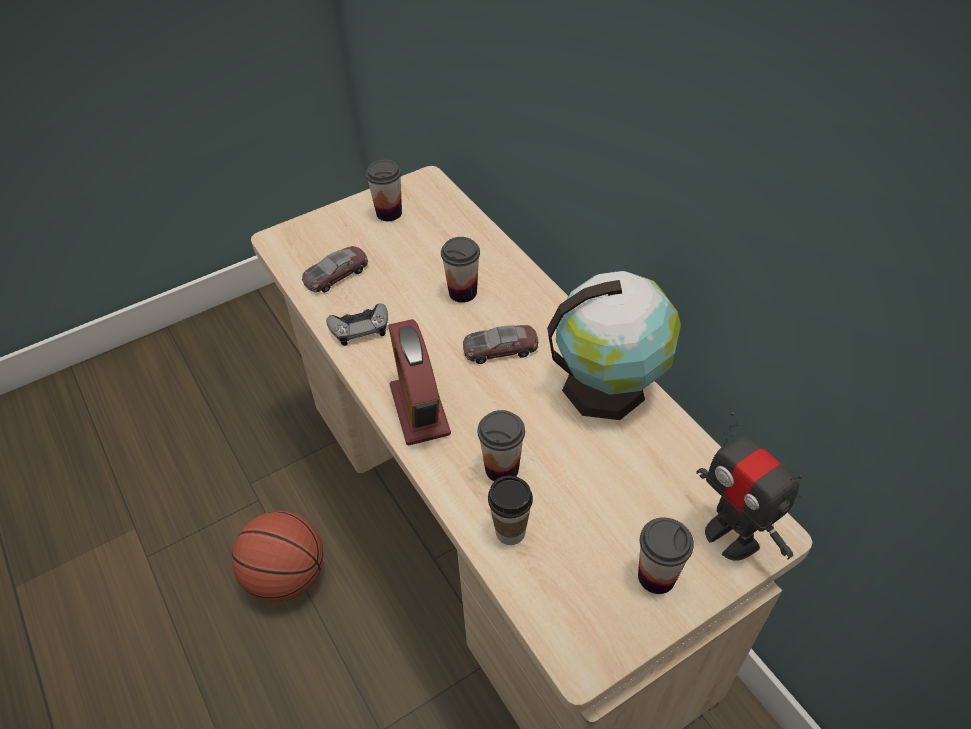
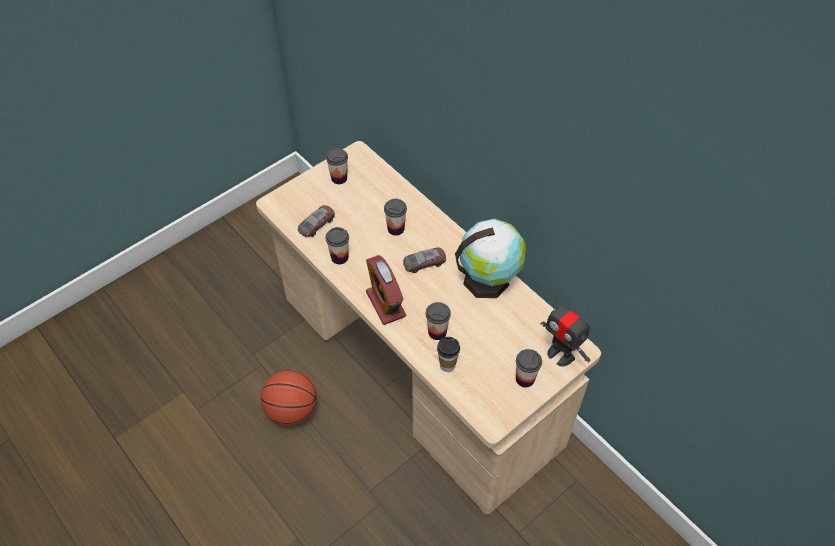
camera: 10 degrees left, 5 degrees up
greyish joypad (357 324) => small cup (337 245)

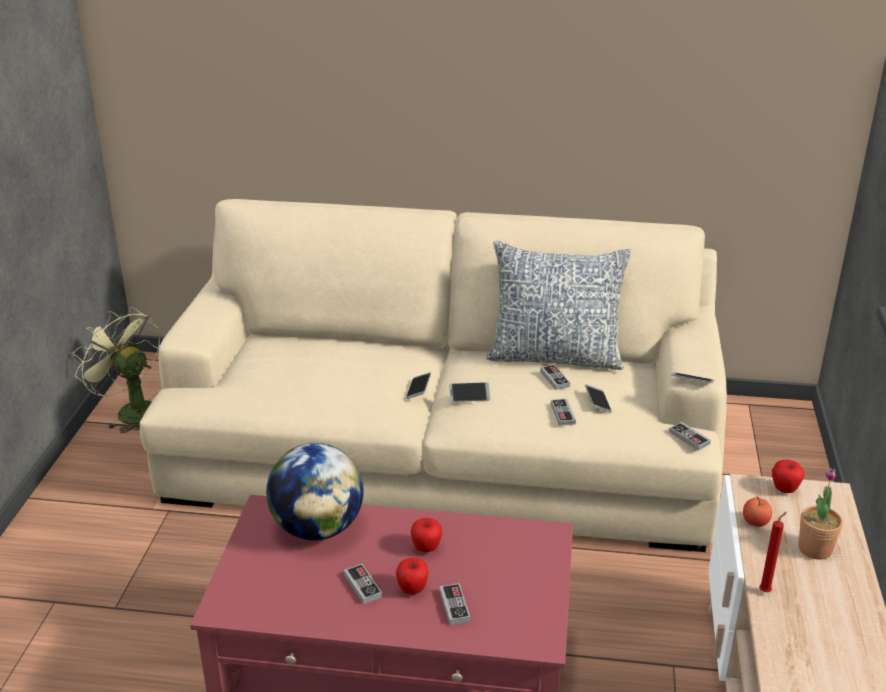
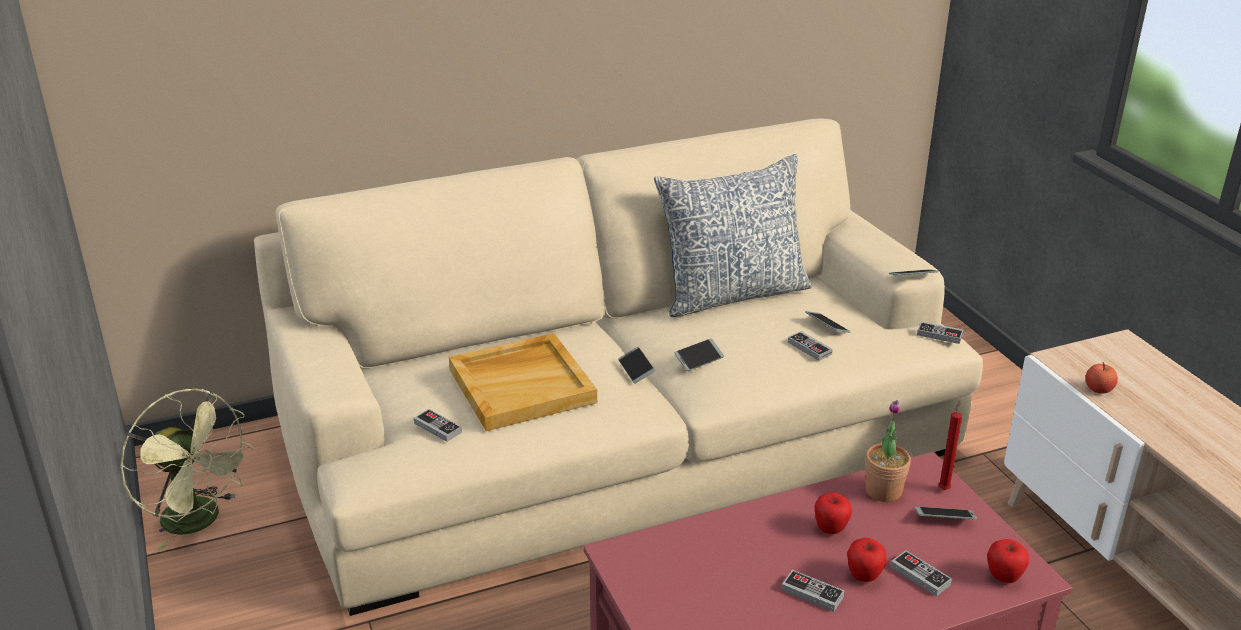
camera: 30 degrees left, 0 degrees up
globe (314 491) => nothing
nothing => beige carrying tray (523 382)
nothing => handset (946 513)
joypad (555 377) => joypad (438 425), relocated
red-coloured wax candle (773 552) => red-coloured wax candle (950 445), relocated
apple (788 476) => apple (1008 561), relocated
potted plant (820 514) => potted plant (888 451), relocated
greenish fan (116 370) => greenish fan (187 470), 150 degrees counterclockwise

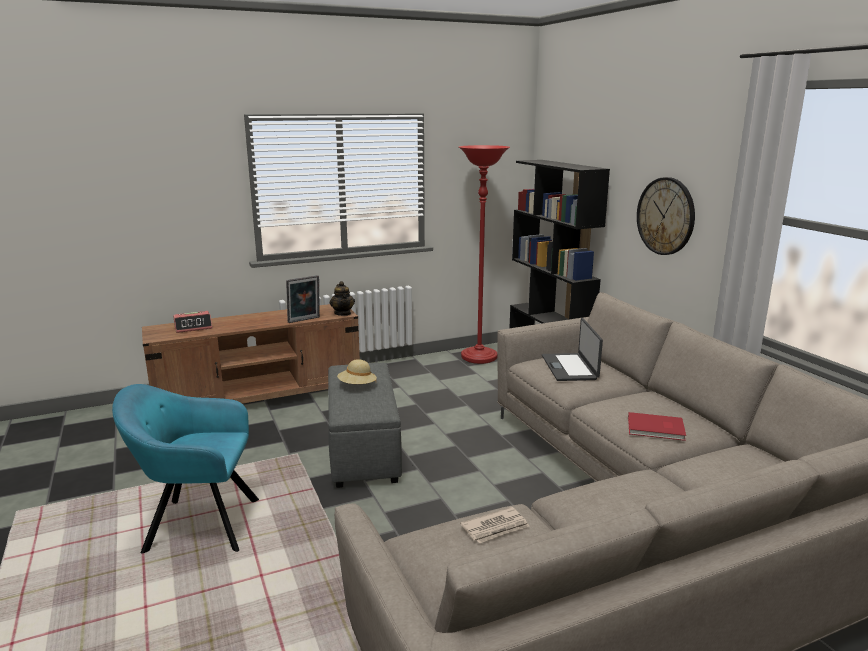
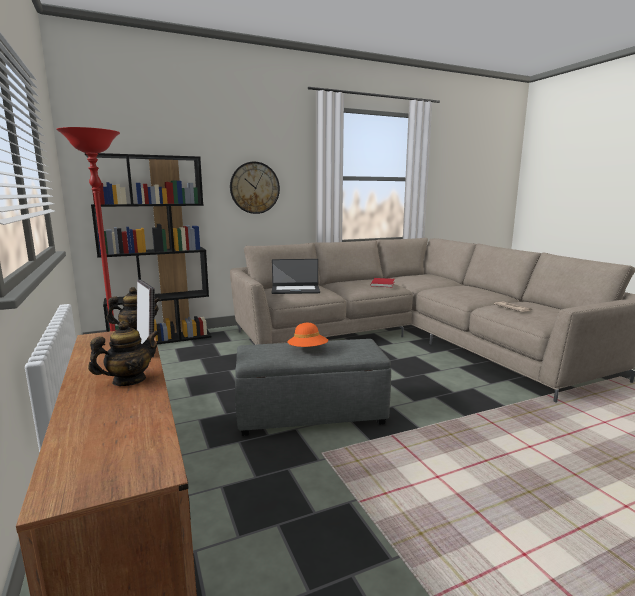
camera: 90 degrees left, 5 degrees down
blue-green armchair (185 469) => nothing
bedside clock (192 322) => nothing
nothing => pot for tea (123 353)
beige wearable hat (357 371) => orange wearable hat (307 335)

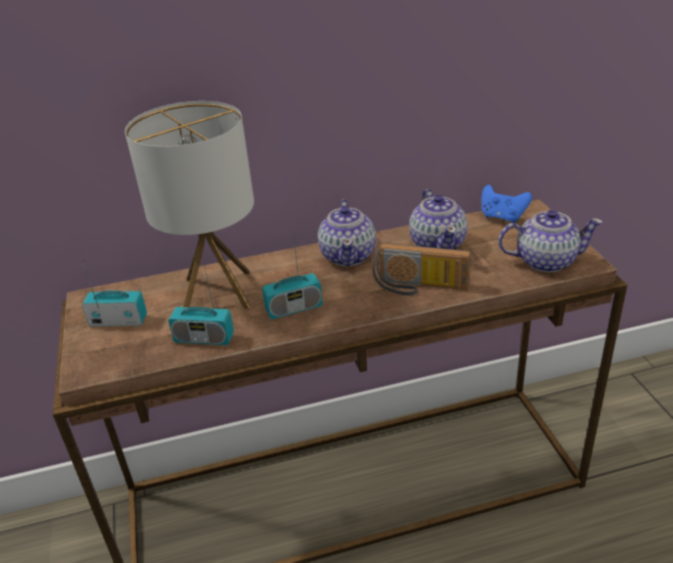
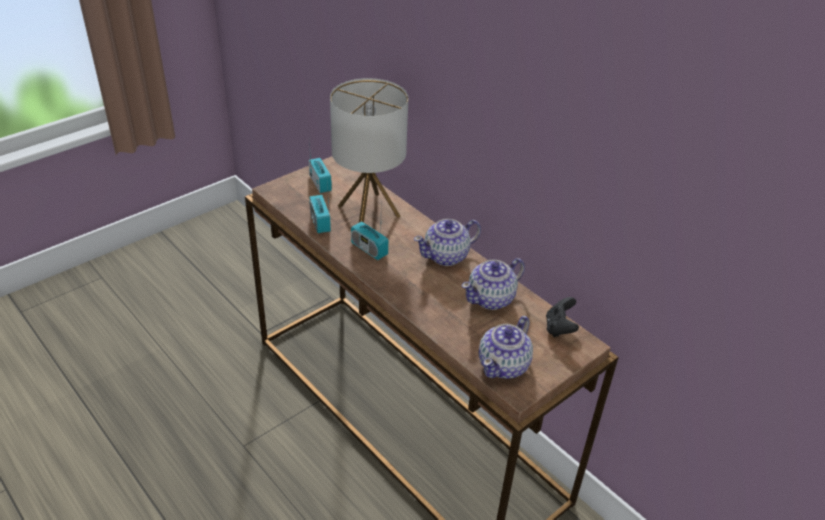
camera: 60 degrees right, 5 degrees up
radio set (421 269) => nothing
blue-coloured joypad (506 204) => black-coloured joypad (562 317)
pot for tea (550 241) => pot for tea (506 347), 60 degrees clockwise

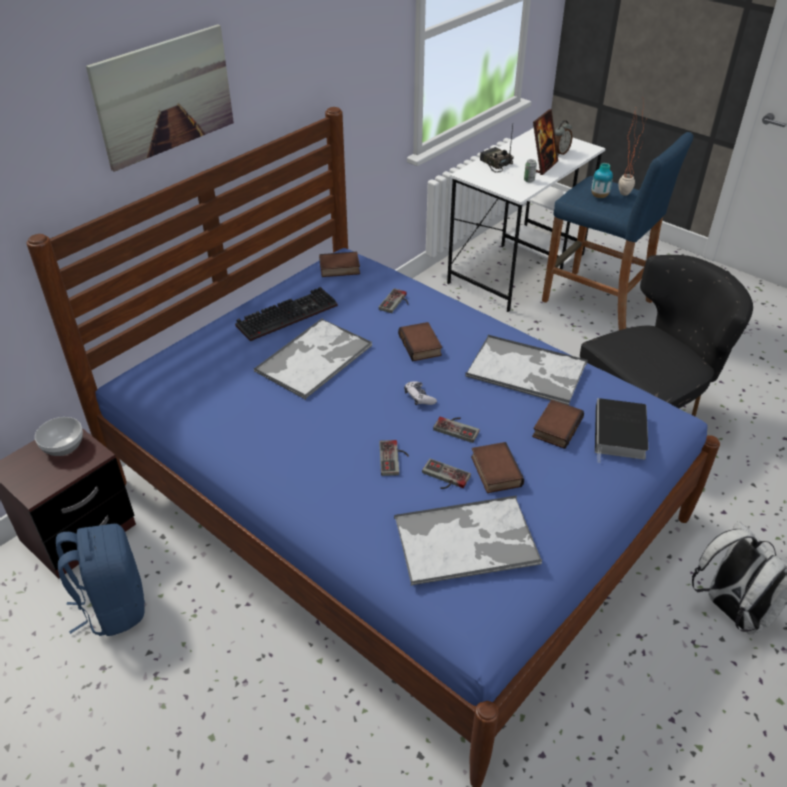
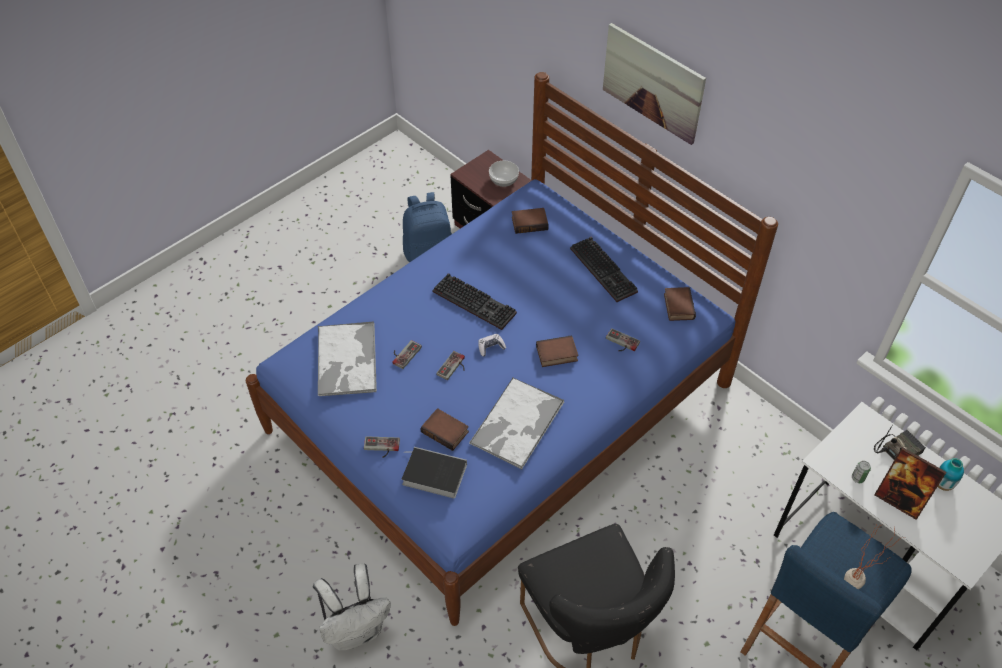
camera: 95 degrees right, 10 degrees up
carrying tray (312 359) => nothing
bedside clock (563 137) => nothing
nothing => PC keyboard (474 301)
joypad (394 458) => joypad (382 447), relocated
volume (497 467) => volume (530 221), relocated
flower vase (602 180) => flower vase (951 474), relocated

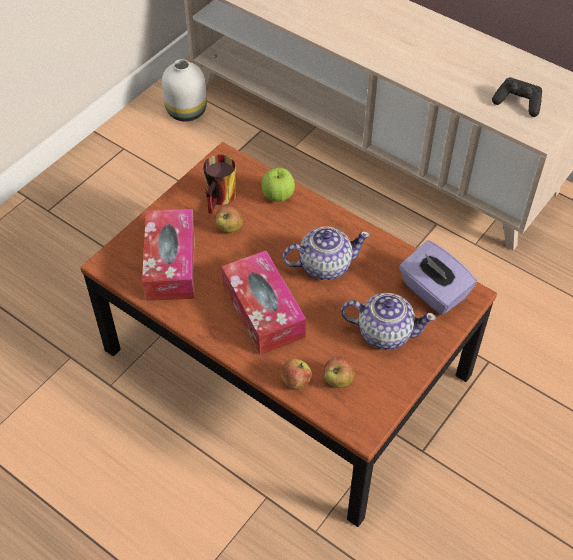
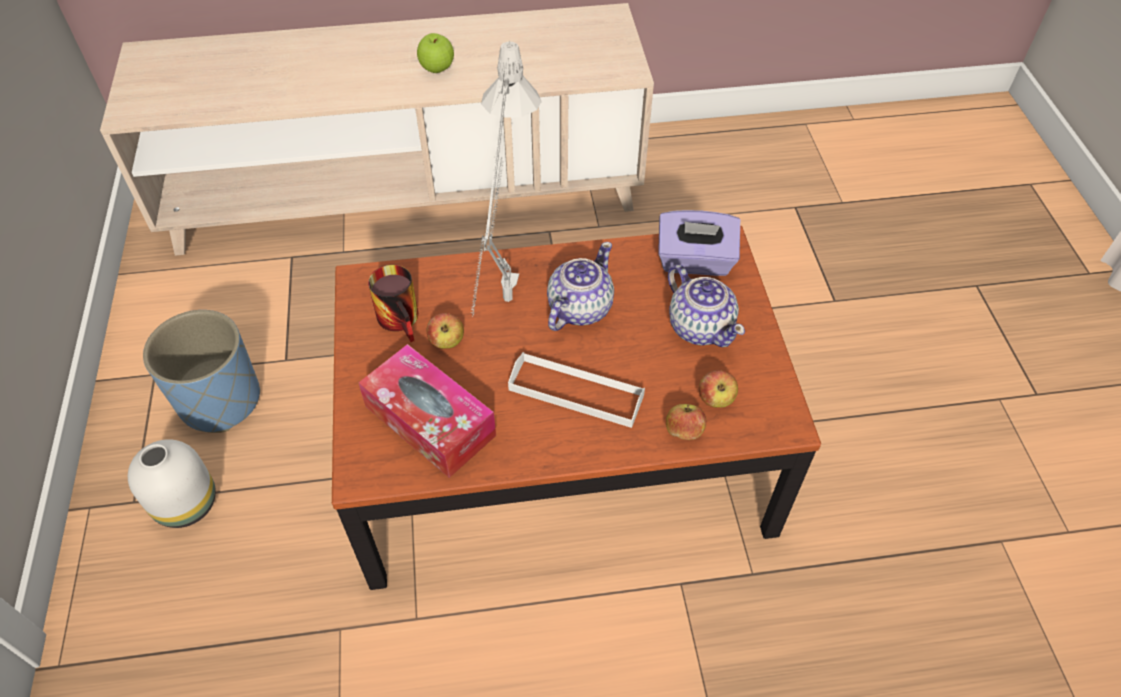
camera: 45 degrees left, 0 degrees up
black-coloured joypad (517 97) => nothing
nothing => blue-coloured flower pot (201 371)
nothing => greyish tabletop lamp (506 178)
white flower vase (184 90) => white flower vase (172 483), relocated
apple (278 185) => apple (435 53), relocated
box of tissues (264 303) => white carrying tray (576 390)
pot for tea (388 321) => pot for tea (706 305), 90 degrees clockwise

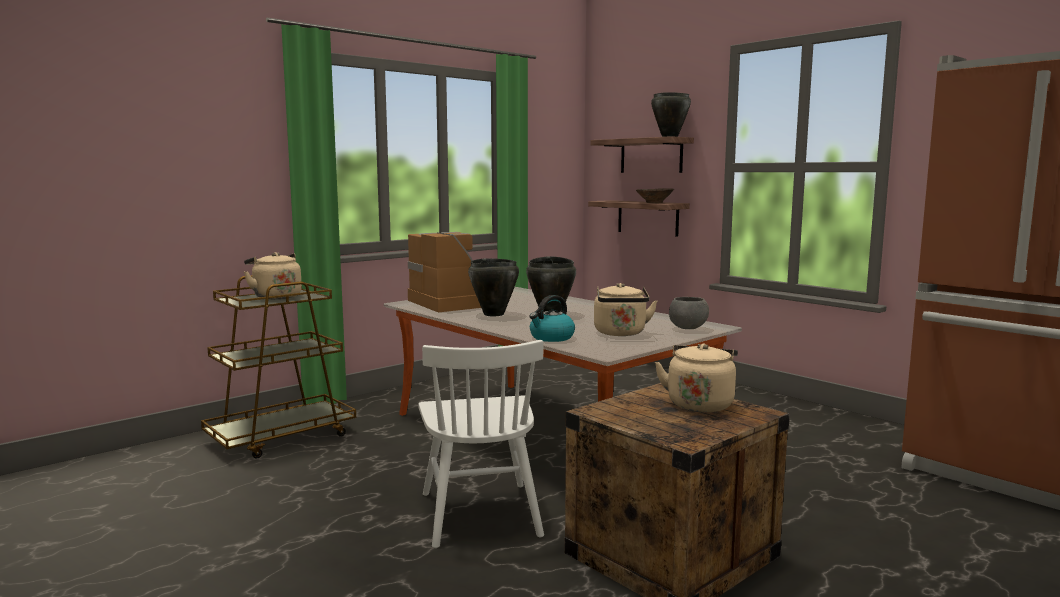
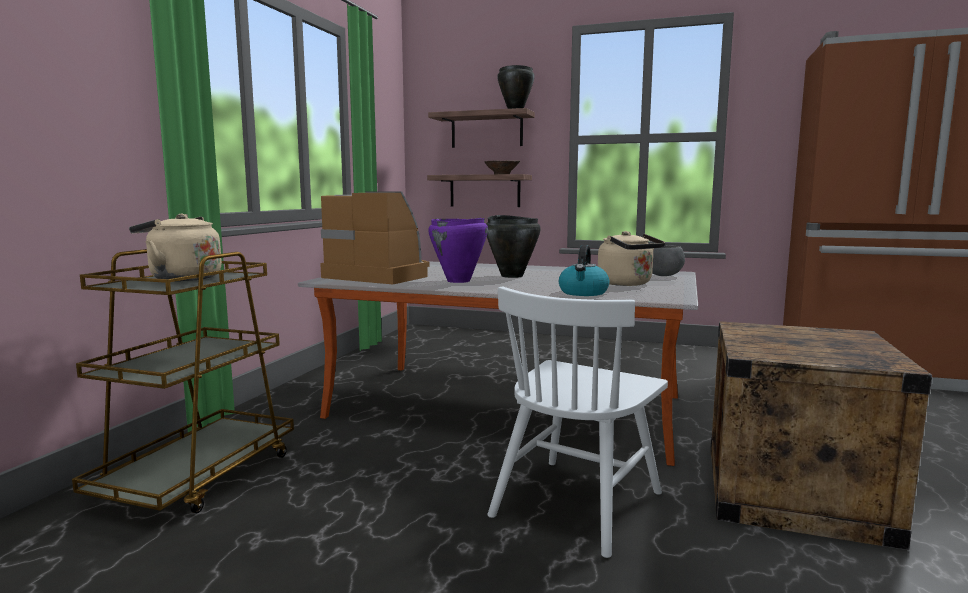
camera: 30 degrees left, 0 degrees up
beige water kettle (696 377) => nothing
black-coloured saucepot (493 287) => purplish saucepot (458 250)
white upright chair (481 444) => white upright chair (577 422), 75 degrees clockwise

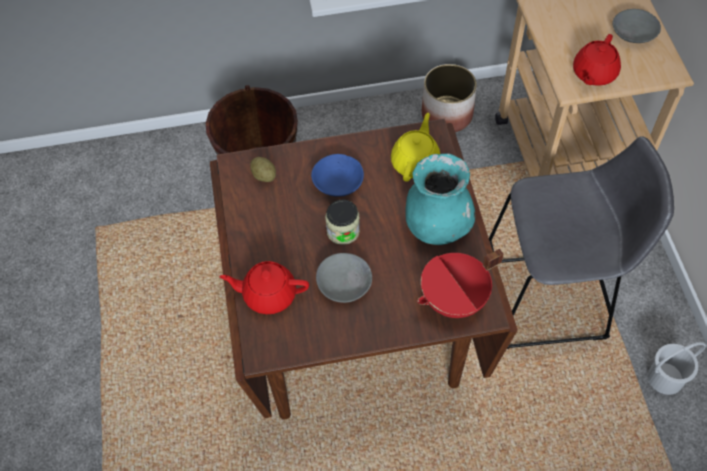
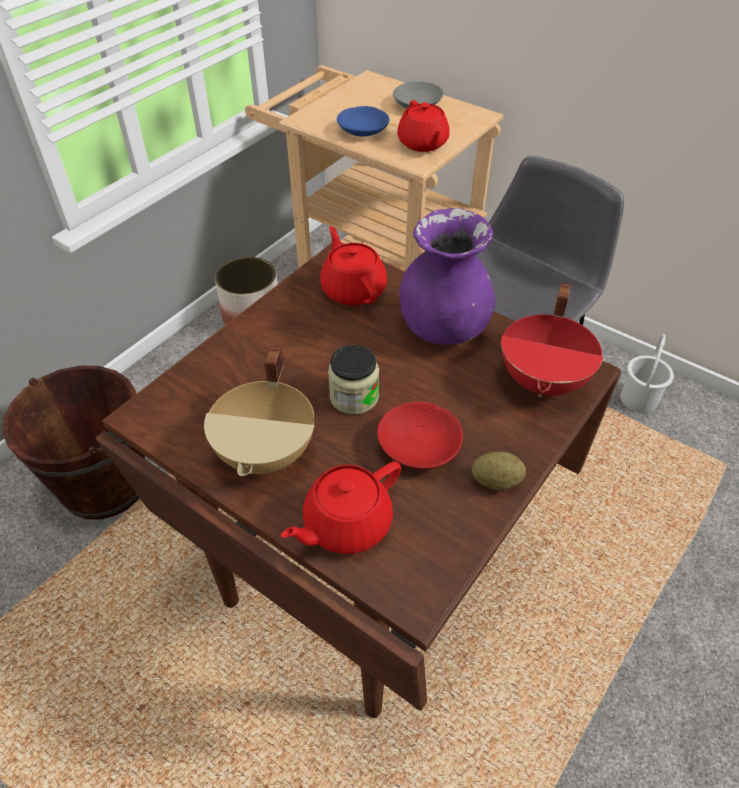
camera: 45 degrees left, 10 degrees down
nothing => beige saucepot (259 410)
spud (263 169) => spud (499 471), relocated
blue-coloured serving bowl (337 175) => blue-coloured serving bowl (363 121), relocated
greyish serving bowl (344 278) => red-coloured serving bowl (420 435)
yellowish pot for tea (415 147) => red-coloured pot for tea (353 266)
blue-green flower vase (440 199) => purplish flower vase (447 276)

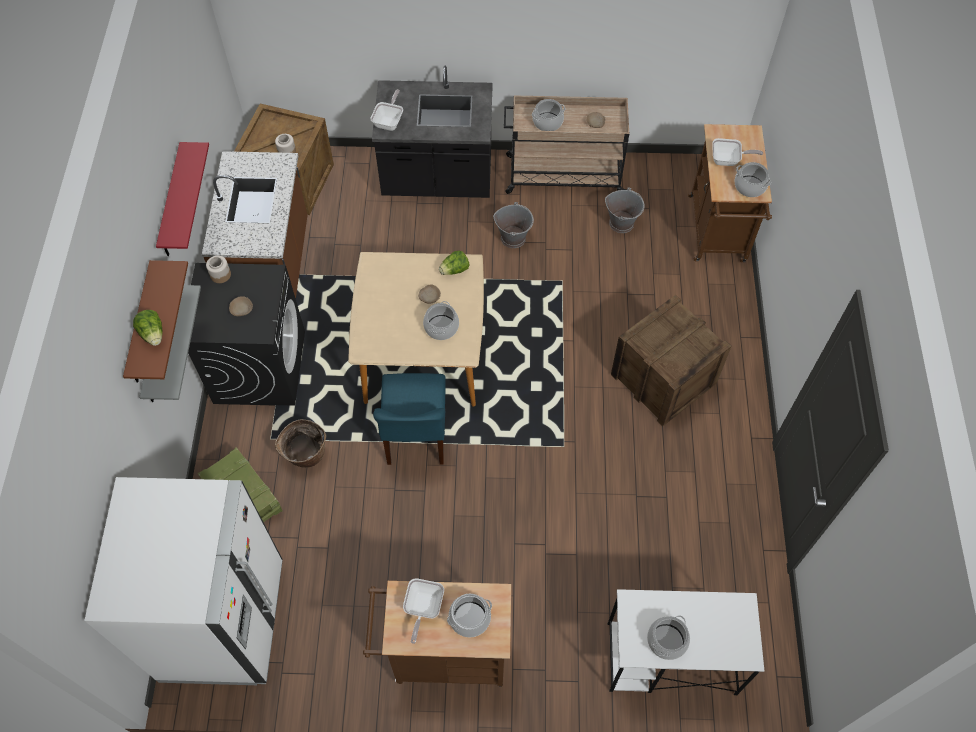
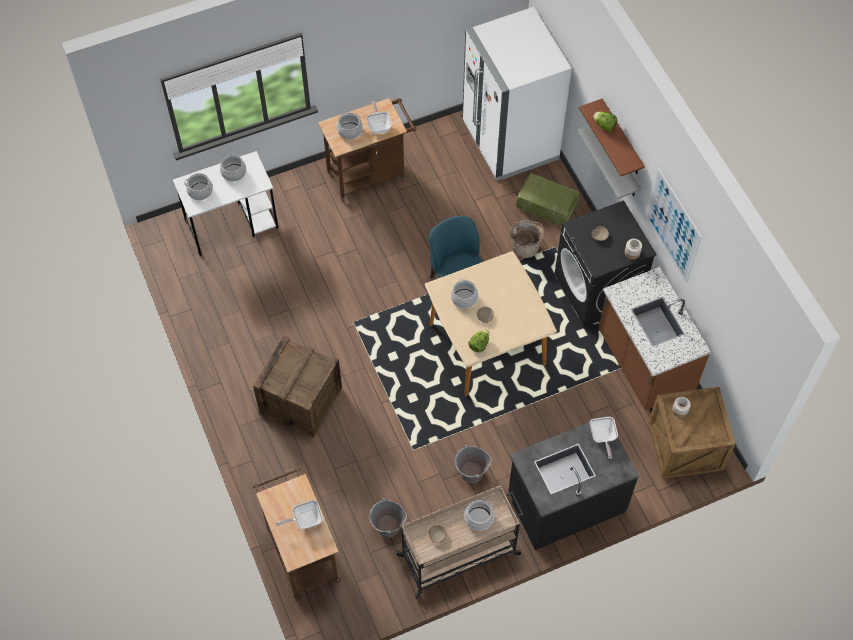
camera: 155 degrees right, 0 degrees up
saucepot (753 179) => saucepot (198 186), relocated
red-coloured bracket shelf (182 199) => picture (674 226)

